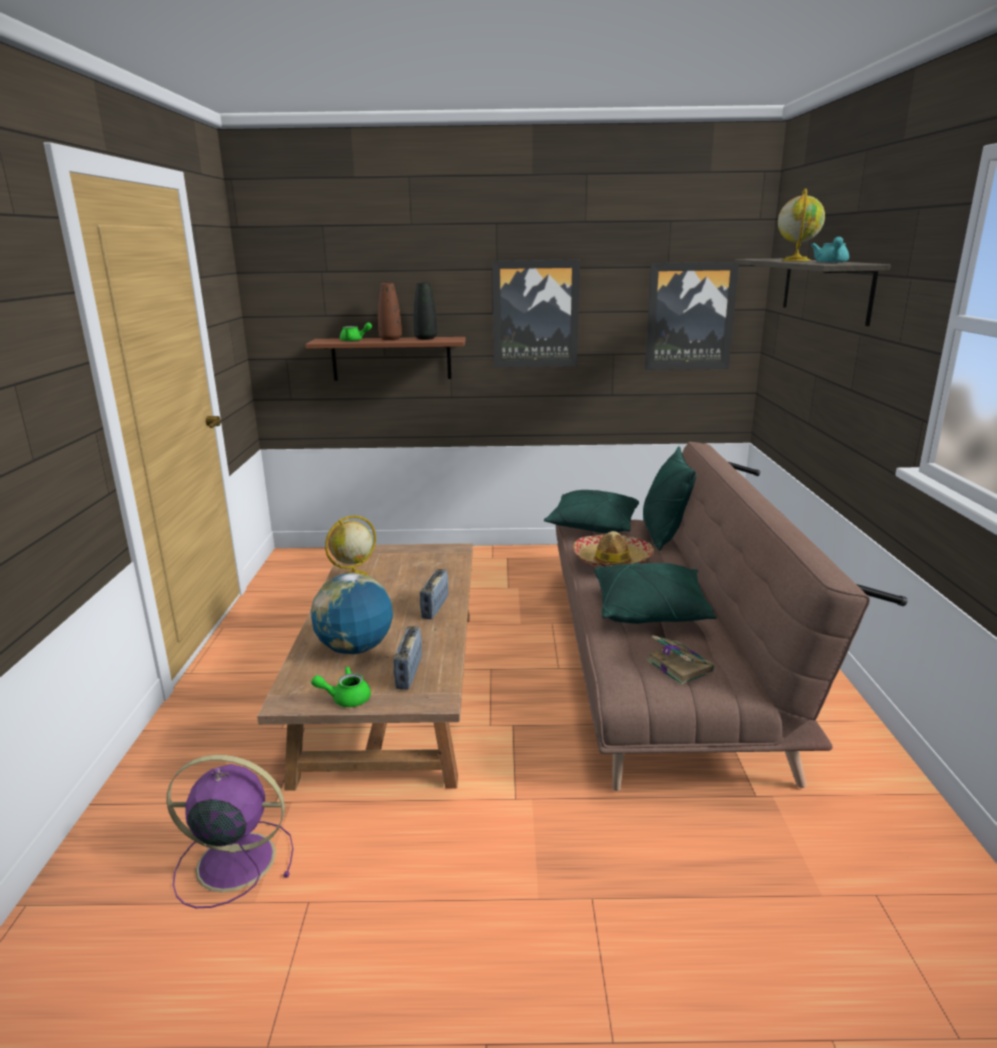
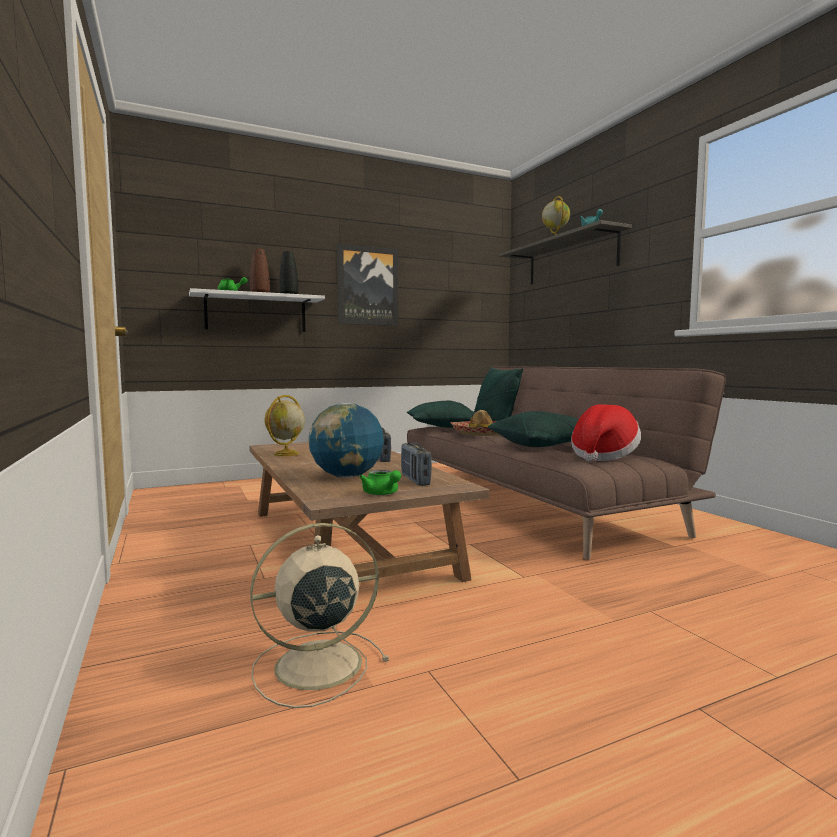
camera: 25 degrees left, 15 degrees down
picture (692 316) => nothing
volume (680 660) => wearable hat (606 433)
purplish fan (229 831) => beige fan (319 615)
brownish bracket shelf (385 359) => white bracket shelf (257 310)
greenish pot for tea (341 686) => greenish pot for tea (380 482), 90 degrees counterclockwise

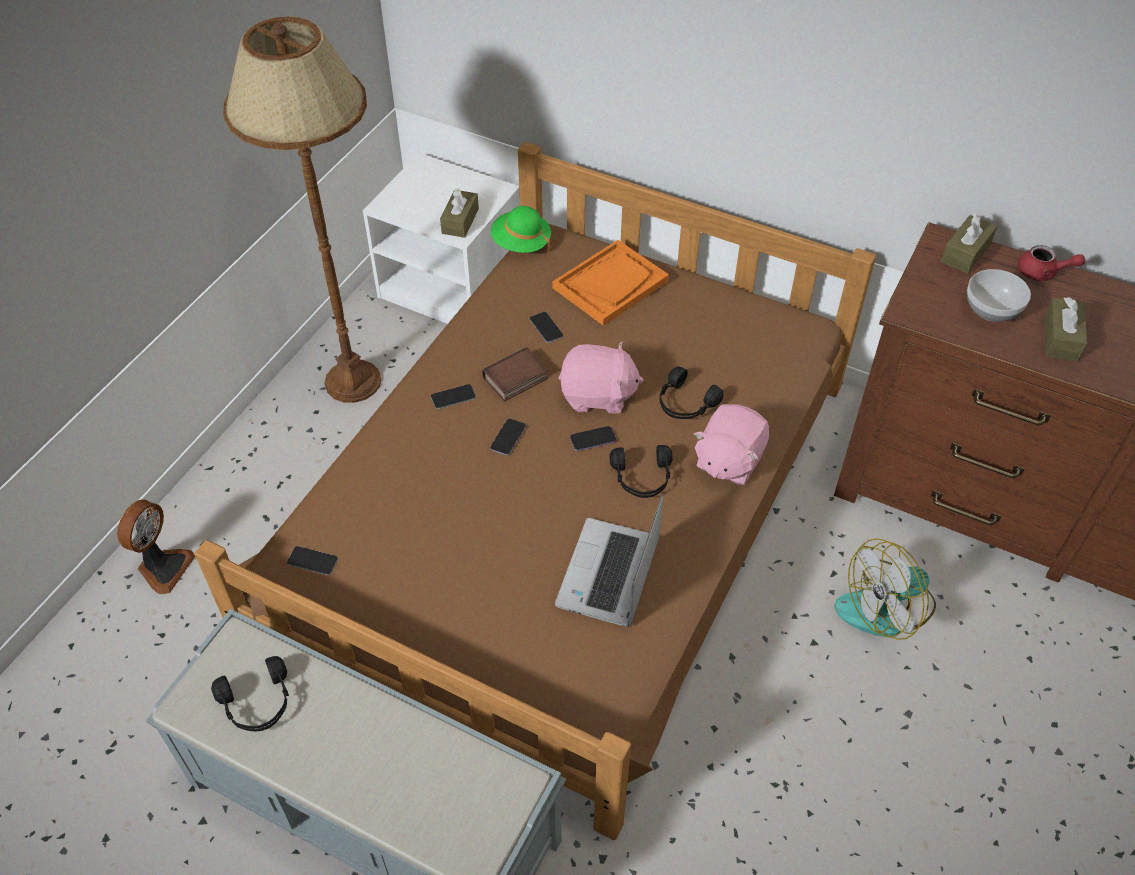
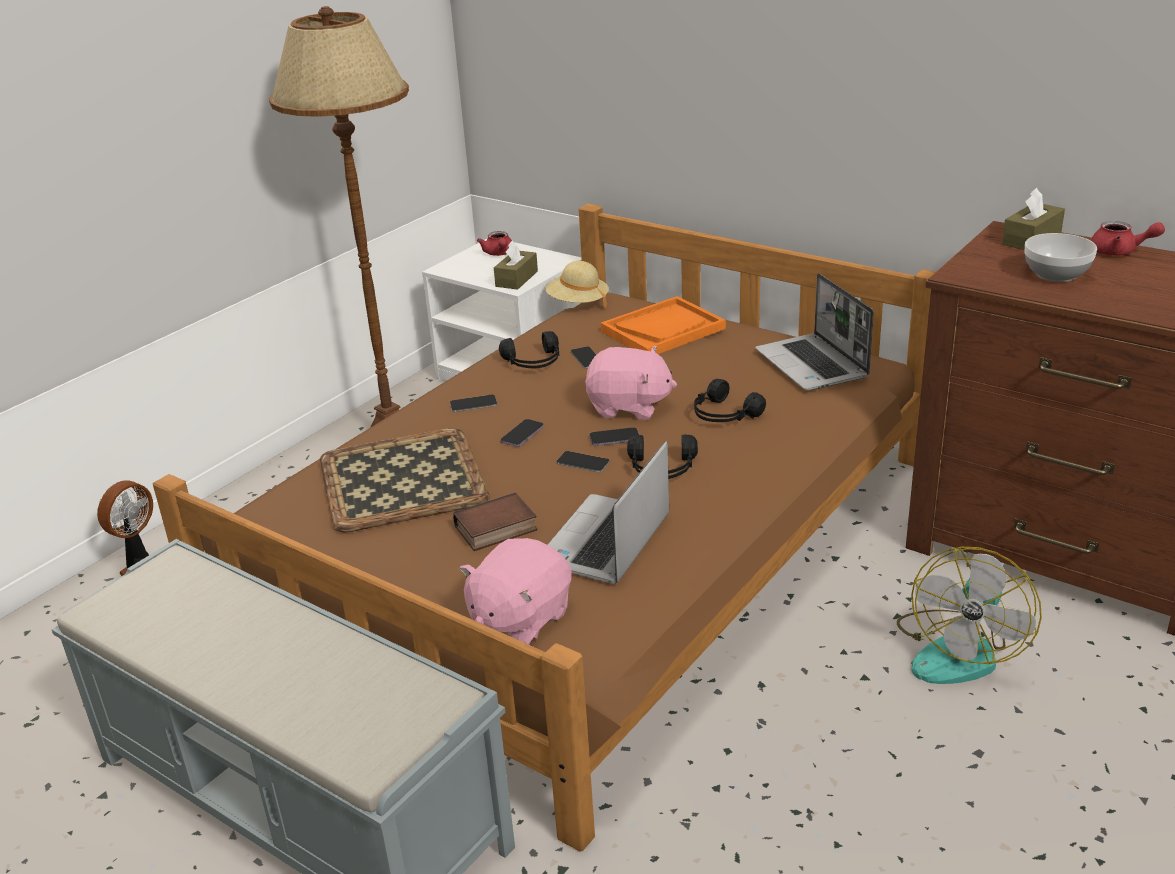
camera: 10 degrees right, 20 degrees down
brownish box of tissues (1065 329) => nothing
nothing => carrying tray (404 480)
nothing => red-coloured pot for tea (494 243)
nothing => portable computer (814 331)
black-coloured pair of headphones (250 694) => black-coloured pair of headphones (529 349), relocated
handset (312 560) => handset (583 461), relocated
volume (515 374) => volume (495 522), relocated
pinkish cuddly toy (731 444) => pinkish cuddly toy (515 591), relocated
greenish wearable hat (521 229) => beige wearable hat (577 285)
fan (885 589) => fan (969 615), 45 degrees counterclockwise

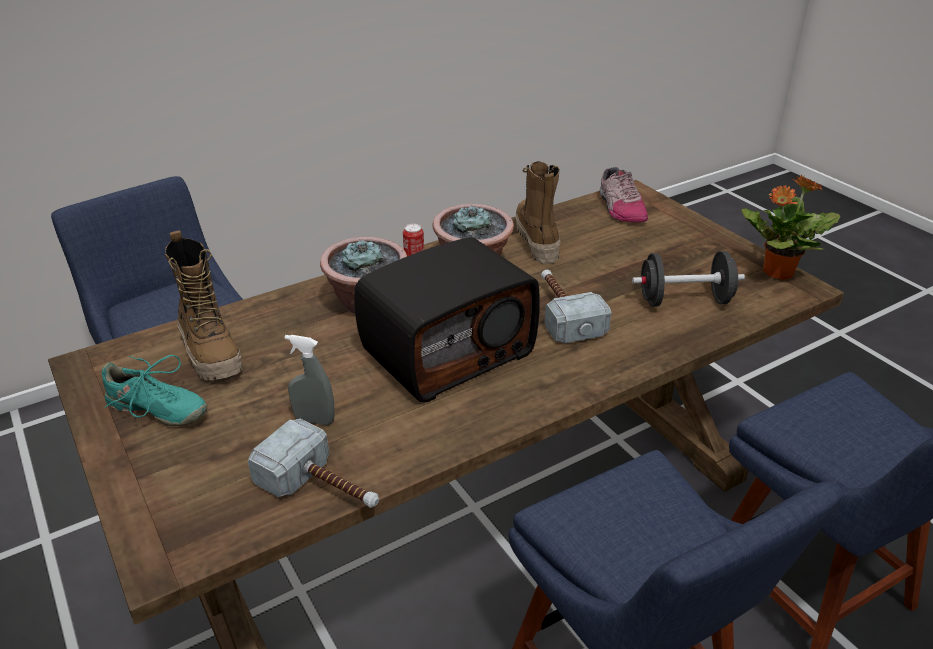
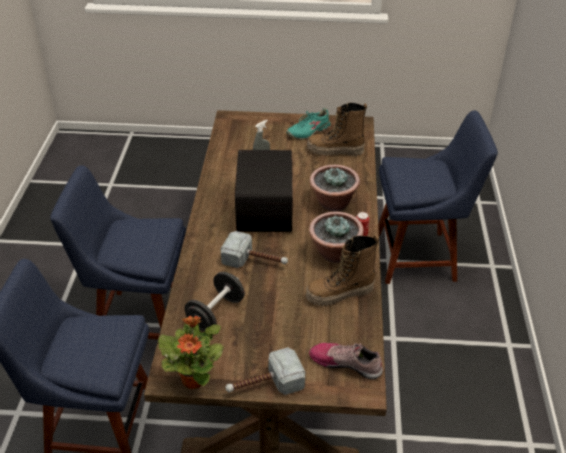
camera: 125 degrees right, 5 degrees up
hand hammer (313 463) => hand hammer (265 371), relocated
tall boot (537 212) => tall boot (342 270), 135 degrees clockwise

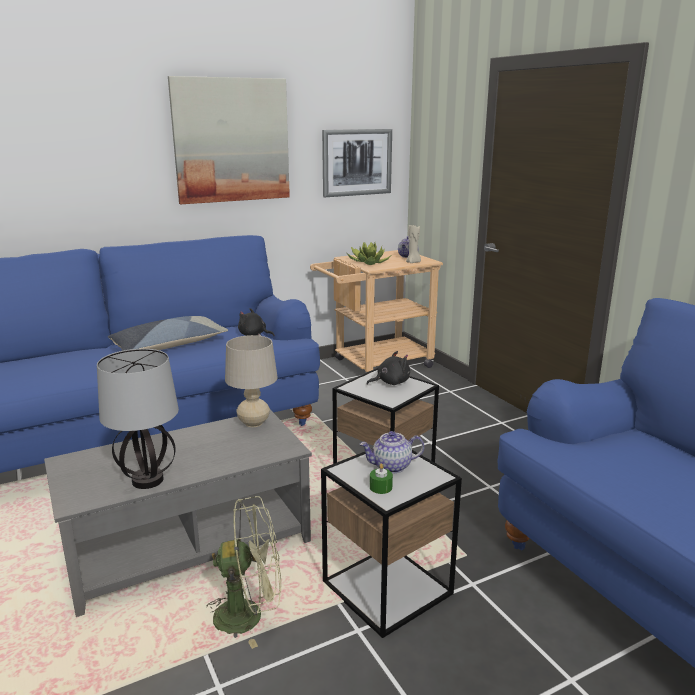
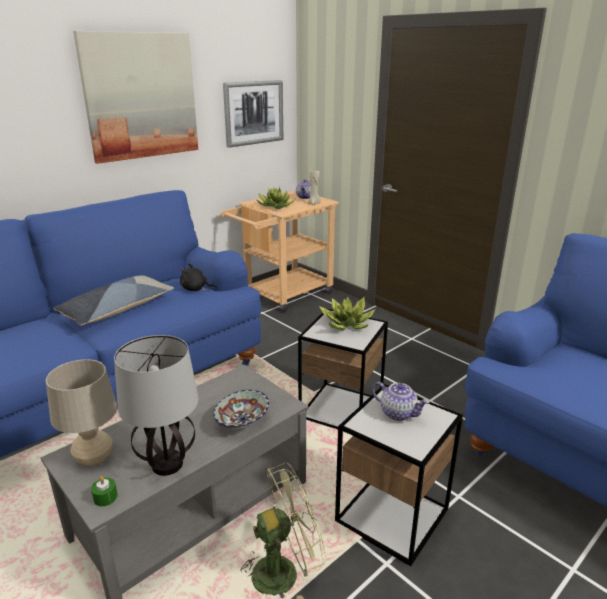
camera: 15 degrees left, 5 degrees up
nothing => serving bowl (241 409)
beige tabletop lamp (251 381) => beige tabletop lamp (81 412), relocated
greenish wax candle (381 478) => greenish wax candle (104 491), relocated
black-coloured cuddly toy (388 368) => potted plant (347 313)
pot for tea (392 452) => pot for tea (400 401), 120 degrees counterclockwise

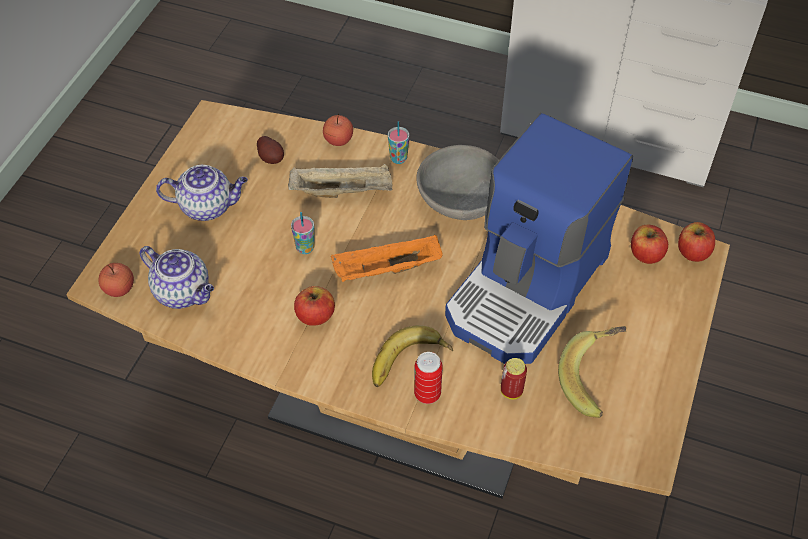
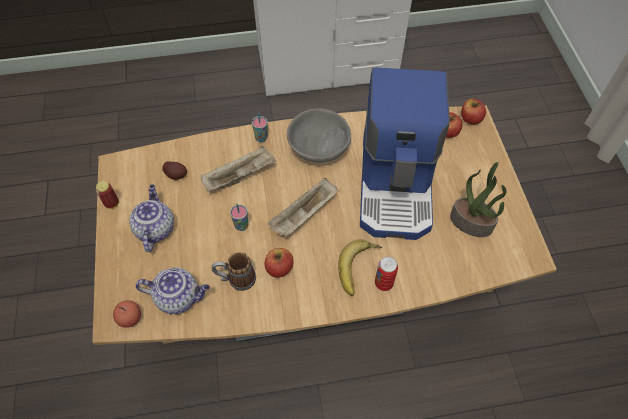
camera: 30 degrees left, 5 degrees up
apple (338 130) => nothing
nothing => mug (234 271)
sealed can (514 379) => sealed can (107 195), relocated
banana (592 372) => potted plant (478 199)
orange carrying tray (387 258) => beige carrying tray (303 207)
pot for tea (202 193) => pot for tea (151 218), 60 degrees counterclockwise

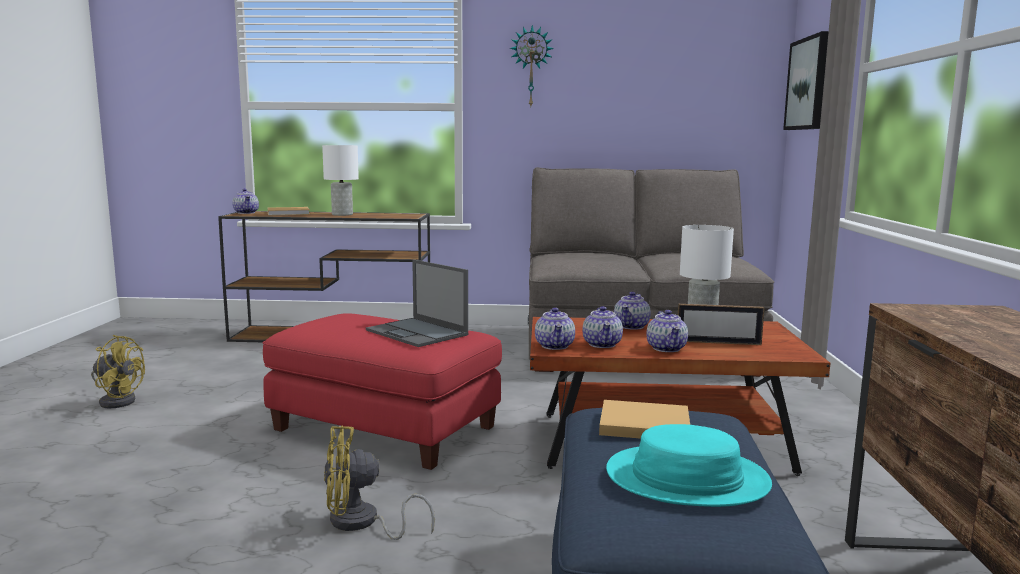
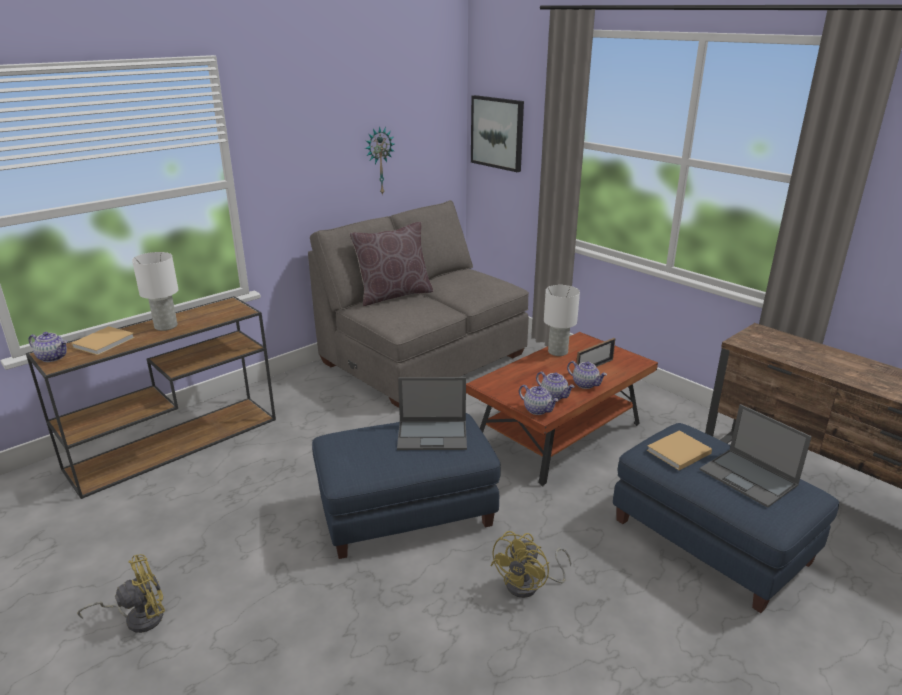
camera: 45 degrees left, 15 degrees up
pot for tea (632 311) => nothing
nothing => brownish pillow (391 264)
hanging clock (532 65) => hanging clock (379 161), relocated
blue-green wearable hat (689 465) => portable computer (755 456)
red-coloured footrest (382 391) => blue-coloured footrest (406 486)

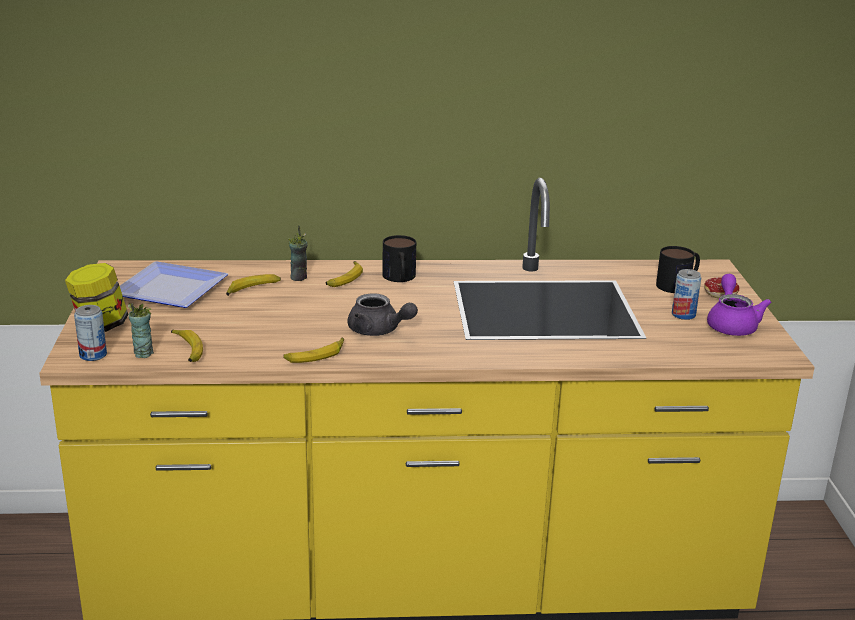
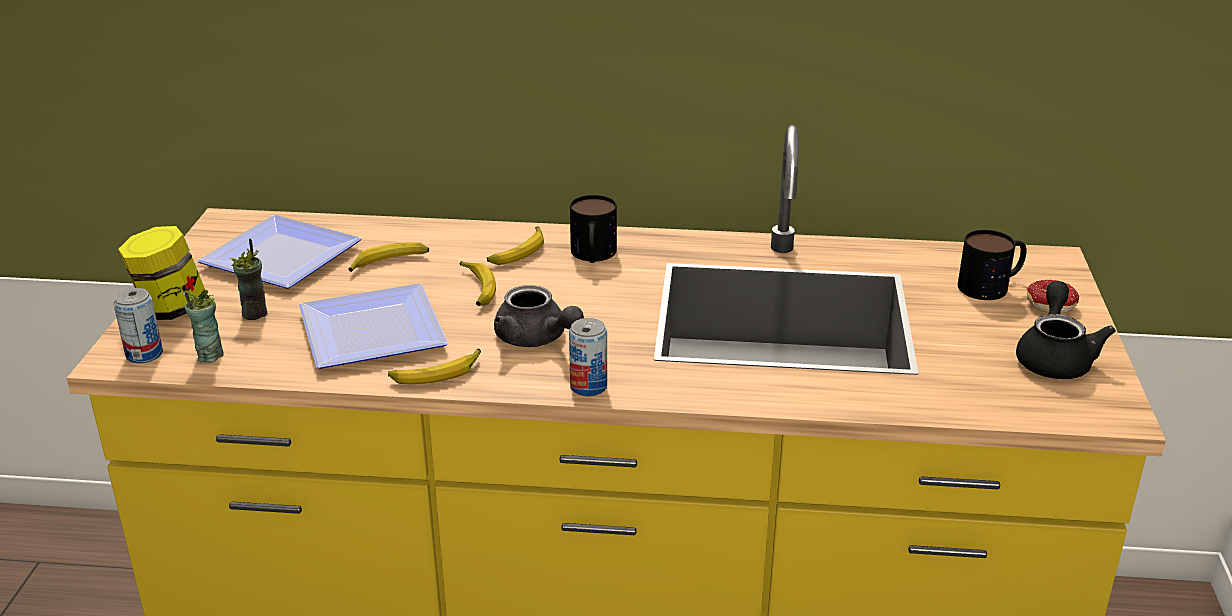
camera: 10 degrees right, 5 degrees up
nothing => dinner plate (373 326)
banana (187 346) => banana (478 283), relocated
small cup (298 253) => small cup (248 279), relocated
sealed can (686 294) => sealed can (588 357), relocated
purplish pot for tea (739 305) => black-coloured pot for tea (1066 330)

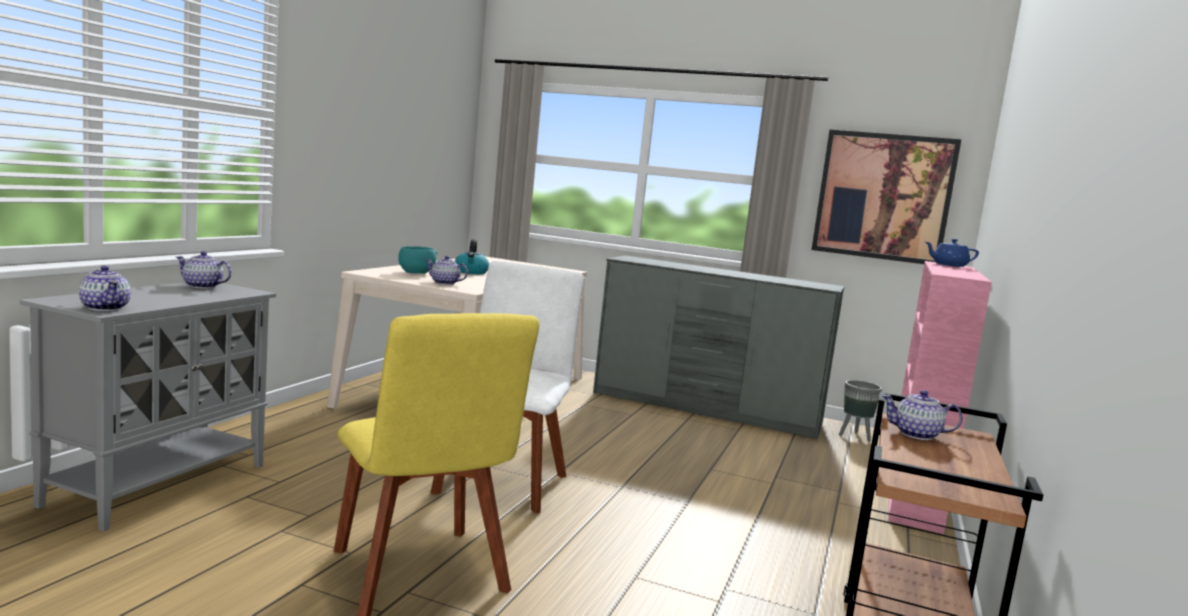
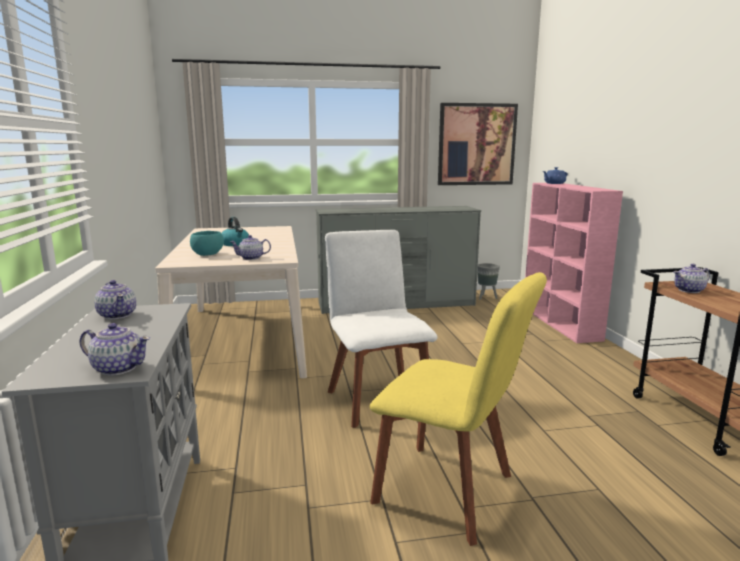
camera: 30 degrees left, 5 degrees up
pot for tea (204 269) => pot for tea (115 299), 105 degrees counterclockwise

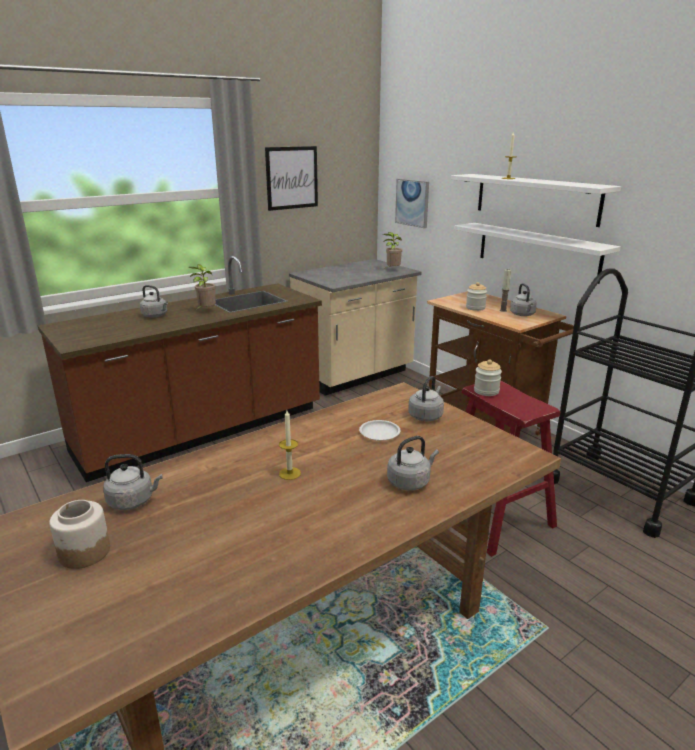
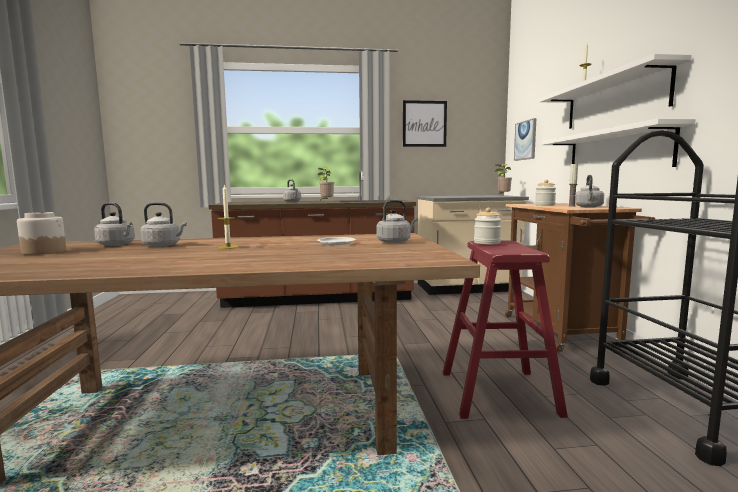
camera: 30 degrees right, 15 degrees down
greyish water kettle (413 463) => greyish water kettle (163 224), relocated

